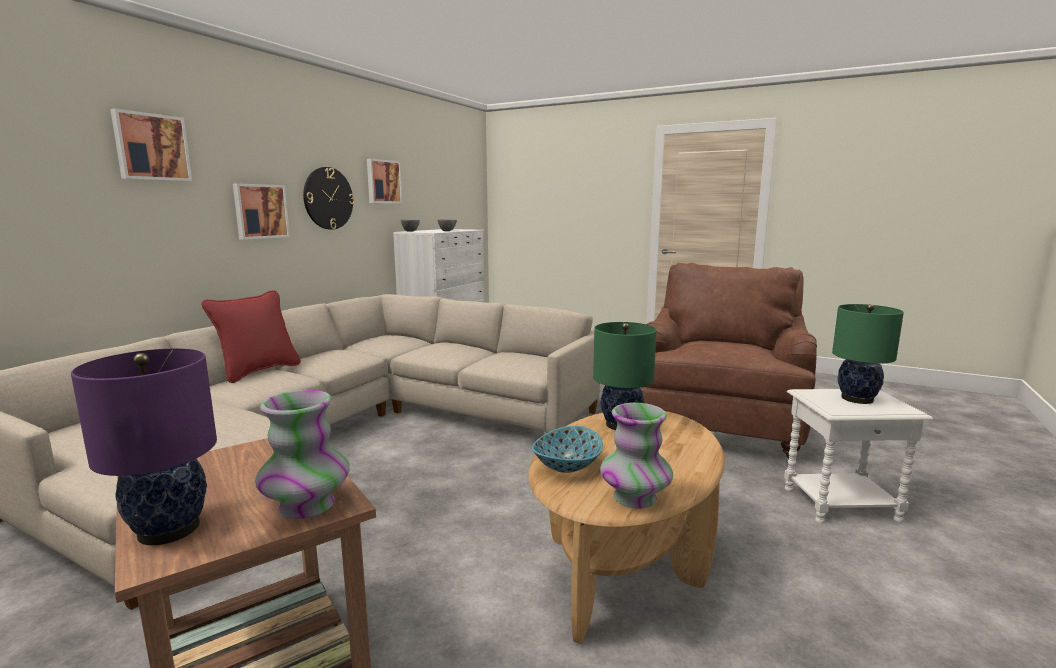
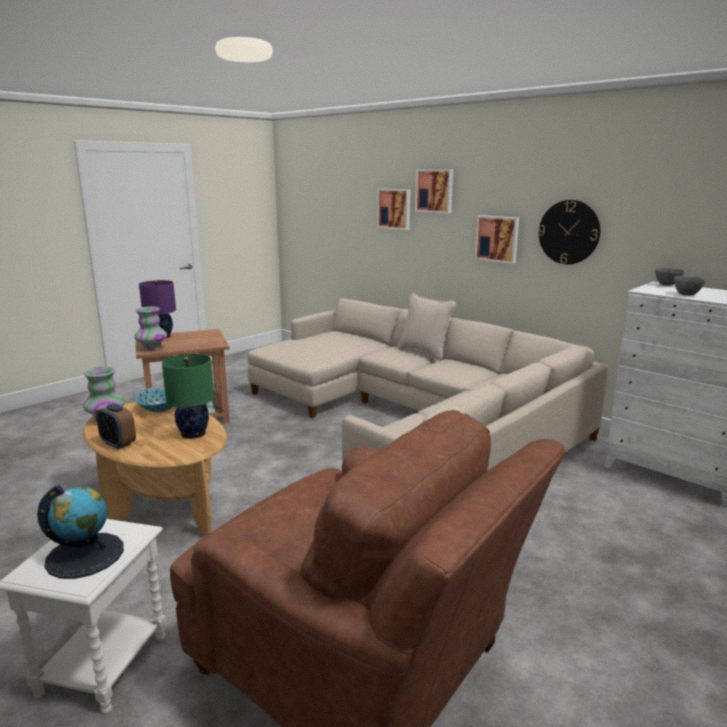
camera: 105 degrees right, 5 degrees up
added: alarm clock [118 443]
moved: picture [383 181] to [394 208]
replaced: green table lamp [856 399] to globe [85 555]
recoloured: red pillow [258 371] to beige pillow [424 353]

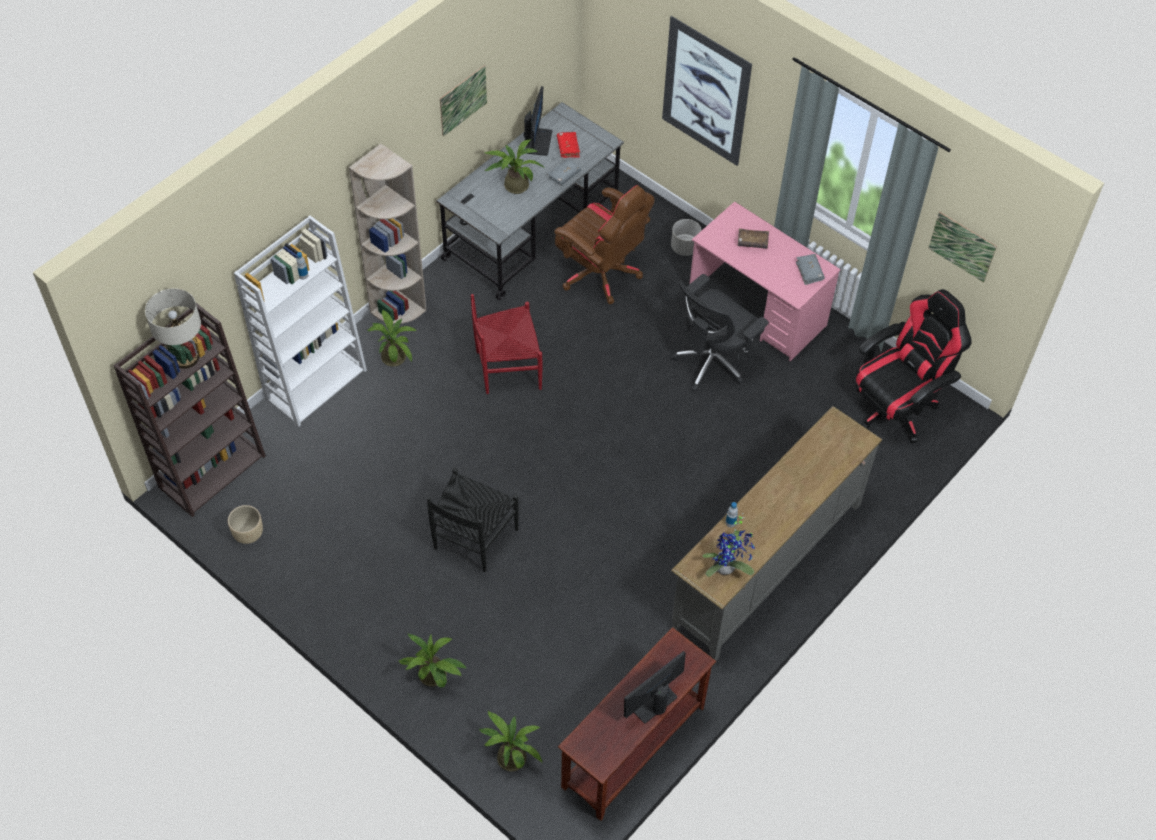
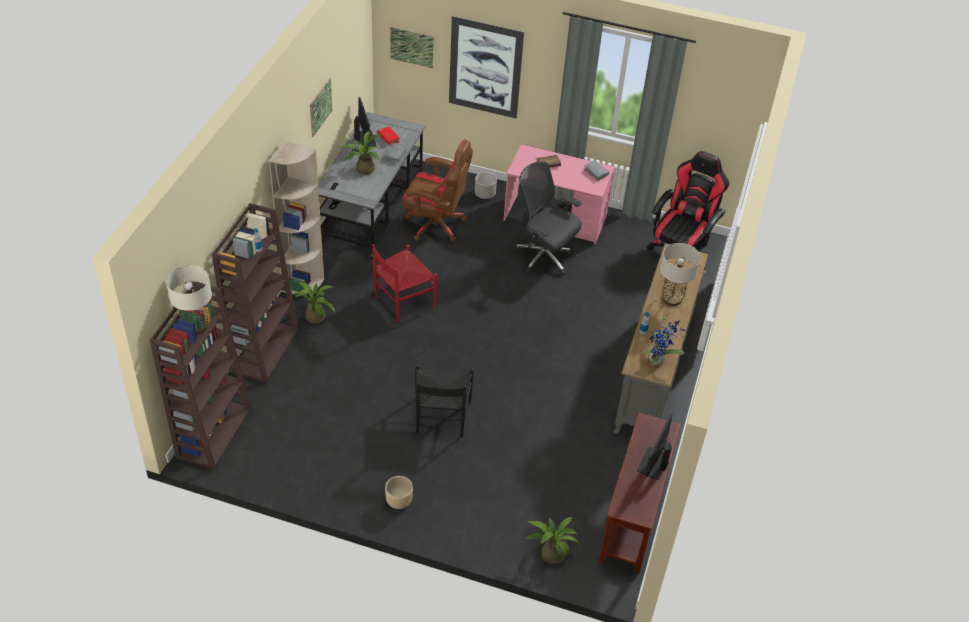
camera: 25 degrees left, 10 degrees down
removed: potted plant [435 677]
added: table lamp [671 299]
moved: beige planter [248 533] to [399 501]; picture [962 246] to [411 47]
recoloured: white bookcase [316 383] to brown bookcase [264 350]
turned: office chair [712 361] = [544 258] 105 degrees clockwise

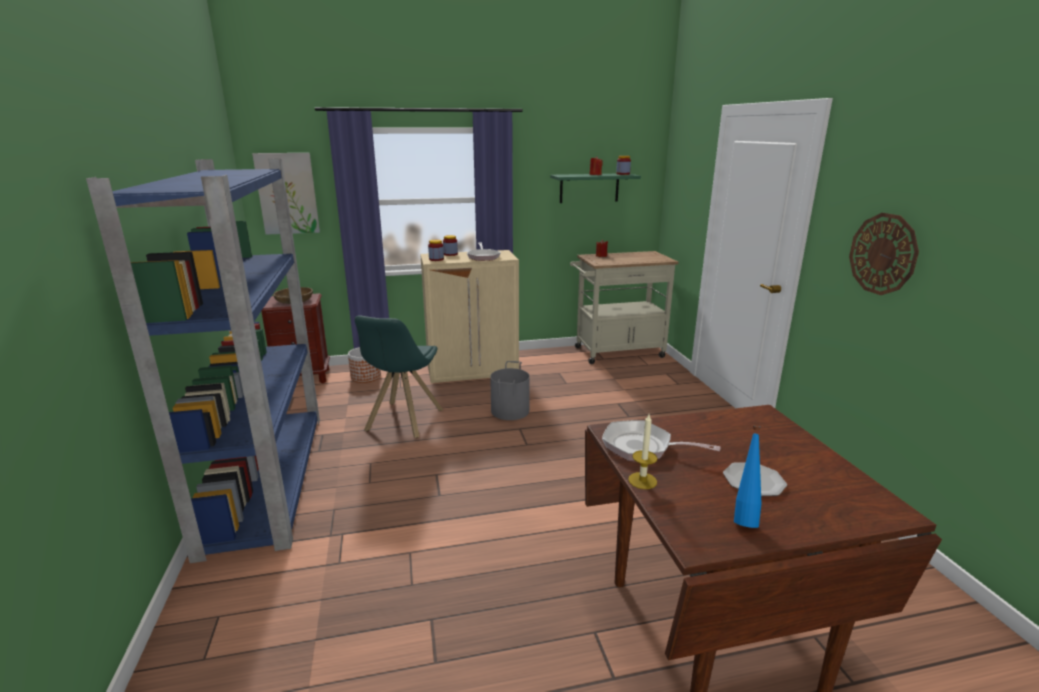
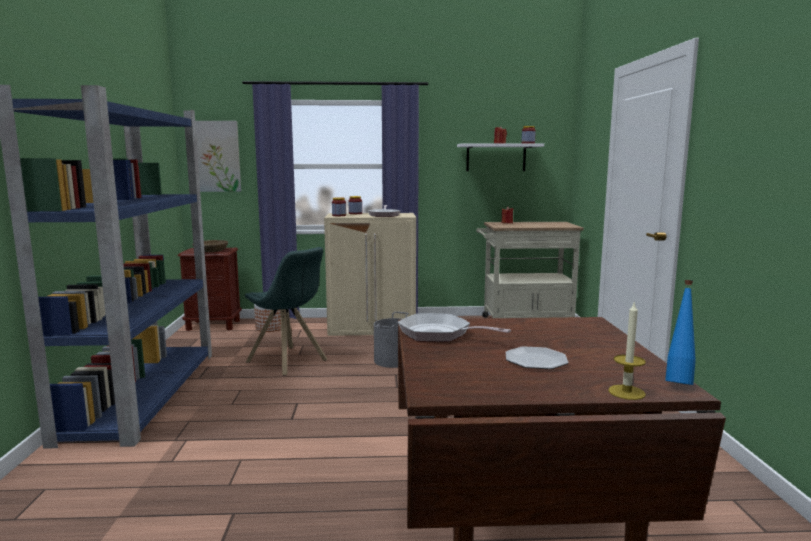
camera: 10 degrees right, 10 degrees down
removed: wall clock [883 254]
moved: candle [642 480] to [626 392]; blue bottle [744 518] to [678 381]
recoloured: green shelf [589 188] to white shelf [496 157]
turned: turquoise chair [403 420] = [287 361] 75 degrees counterclockwise

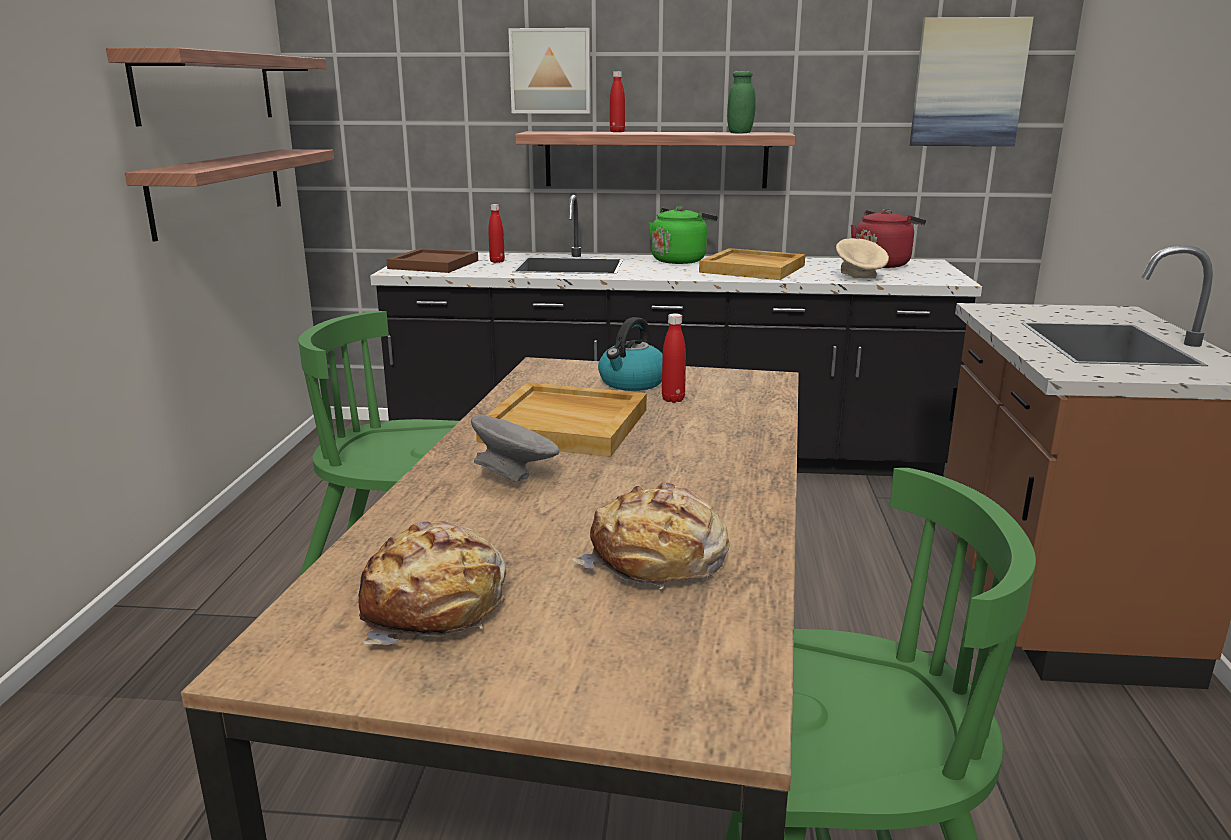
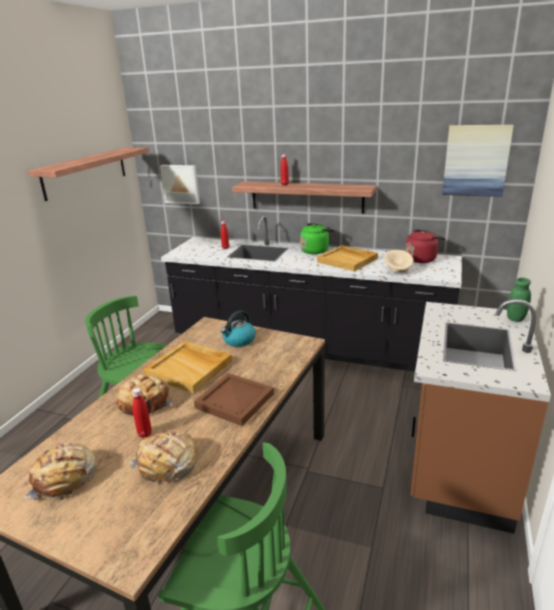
camera: 15 degrees right, 5 degrees up
removed: shelf [219 190]
moved: brown tray [433 264] to [234 400]; picture [551 71] to [181 184]; red bottle [673 399] to [145 434]; green jar [740 133] to [516 318]
replaced: grey bowl [515 477] to bread [145 402]

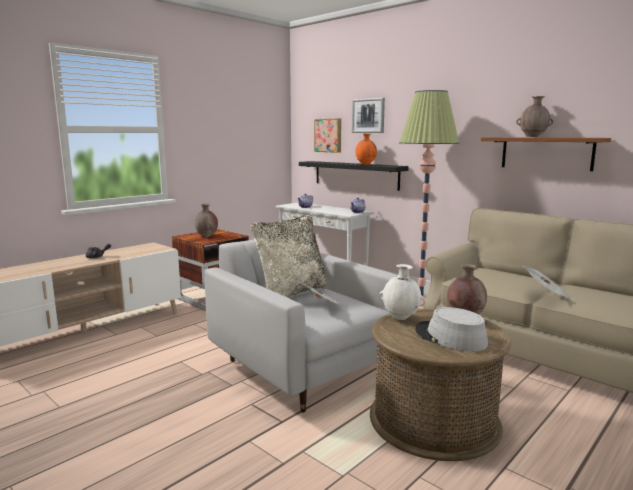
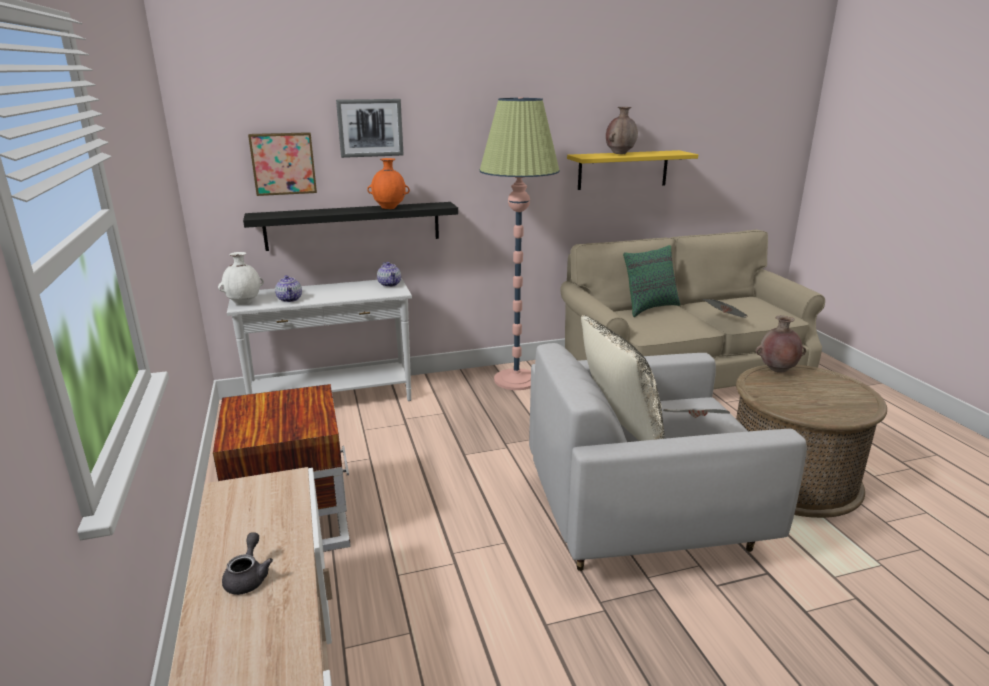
camera: 60 degrees left, 10 degrees up
removed: brown vase [207 236]; grey hat [450 337]
added: green pillow [650 308]
moved: white vase [401 317] to [244 303]
recoloured: brown shelf [546 153] to yellow shelf [623 170]

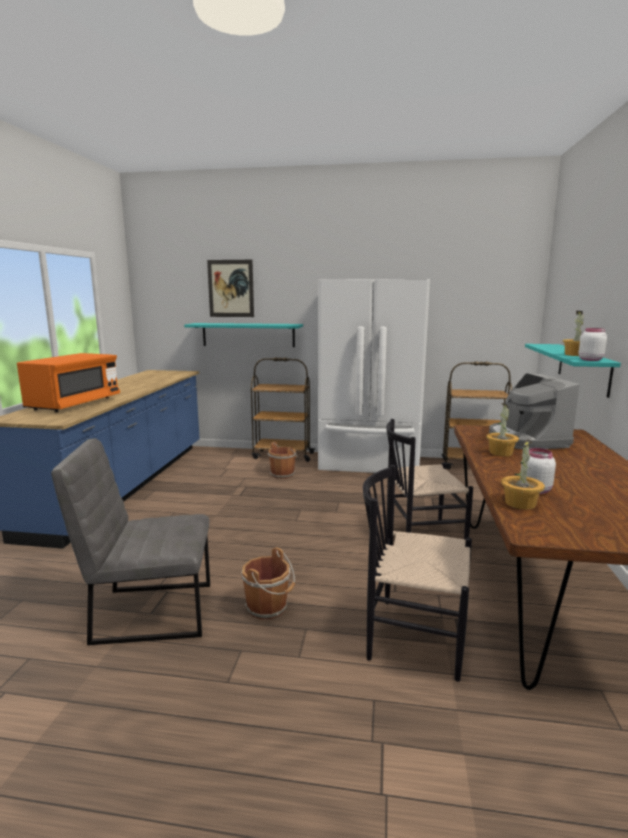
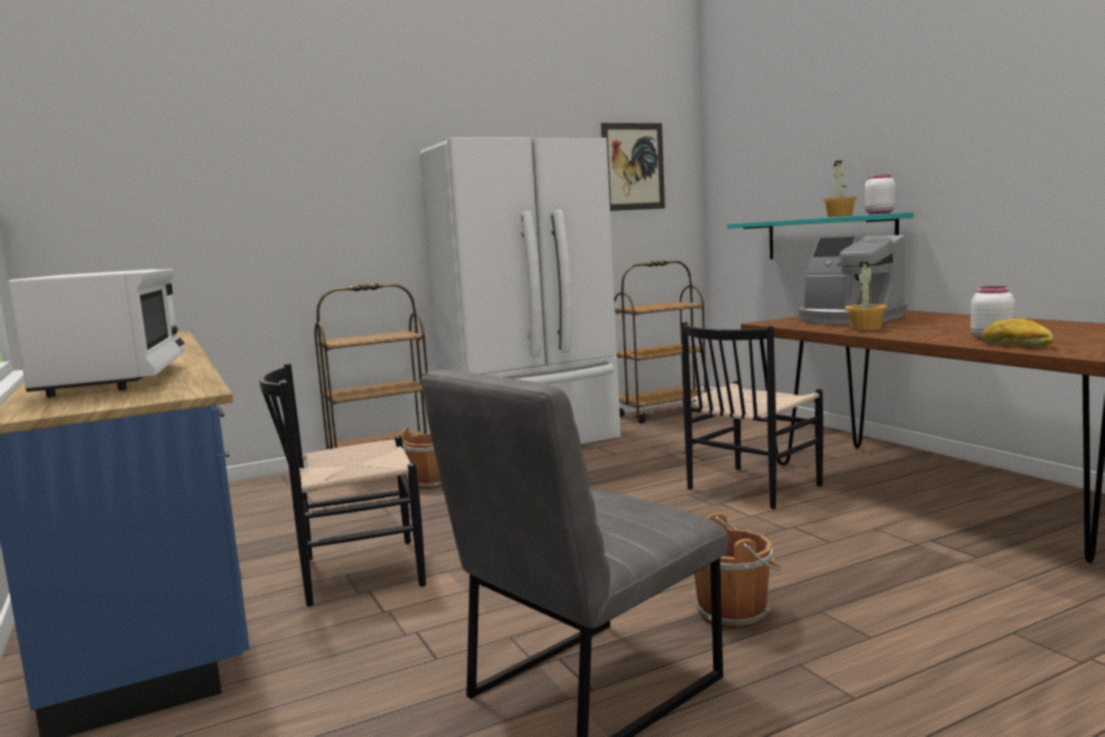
camera: 35 degrees left, 5 degrees down
removed: turquoise shelf [248 335]
moved: picture [231 288] to [633 166]; black chair [412 636] to [355 573]
replaced: potted plant [520 503] to bread [1016 345]
recoloured: orange microwave [74 404] to white microwave [116 380]

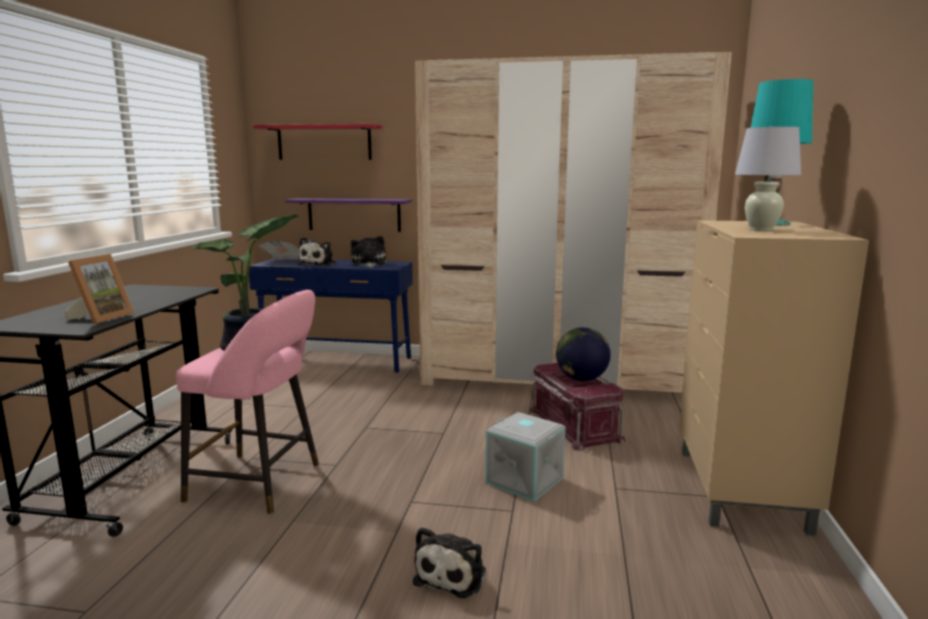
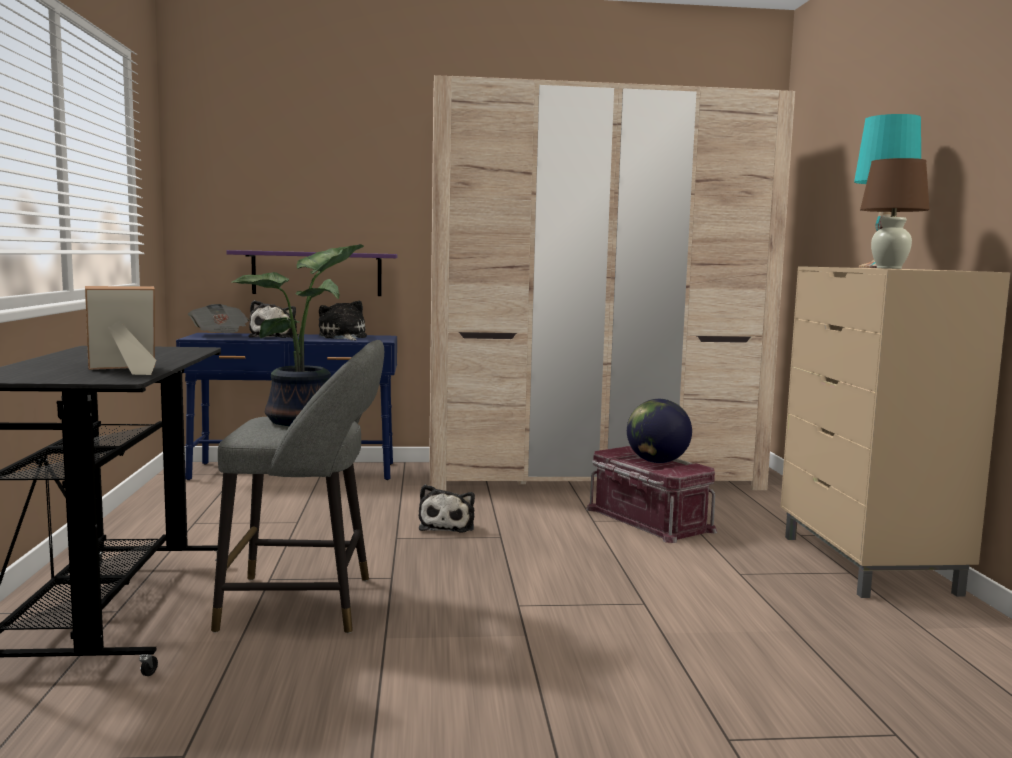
camera: 15 degrees left, 5 degrees down
removed: red shelf [324 143]; grey storage box [525 480]
moved: plush toy [453 574] to [448 525]
recoloured: pink stool [261 483] to grey stool [307 604]; white table lamp [761 229] to brown table lamp [889 268]
turned: picture frame [101 317] = [123 371] 120 degrees counterclockwise

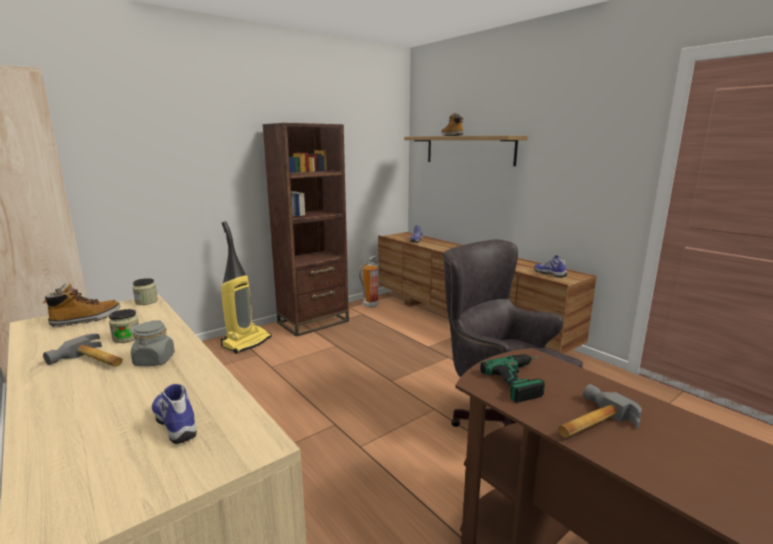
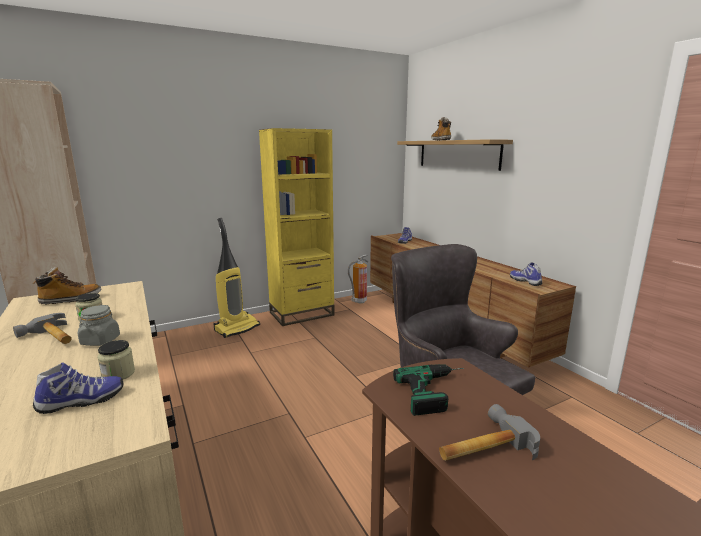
camera: 10 degrees right, 0 degrees up
moved: jar [146 301] to [118 374]
recoloured: brown bookcase [313 322] to yellow bookcase [302 314]
turned: shoe [177 423] = [81 402] 90 degrees clockwise

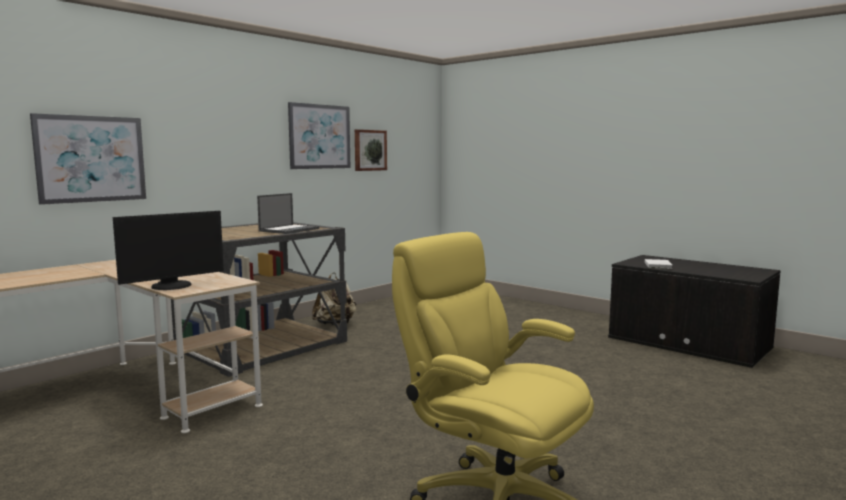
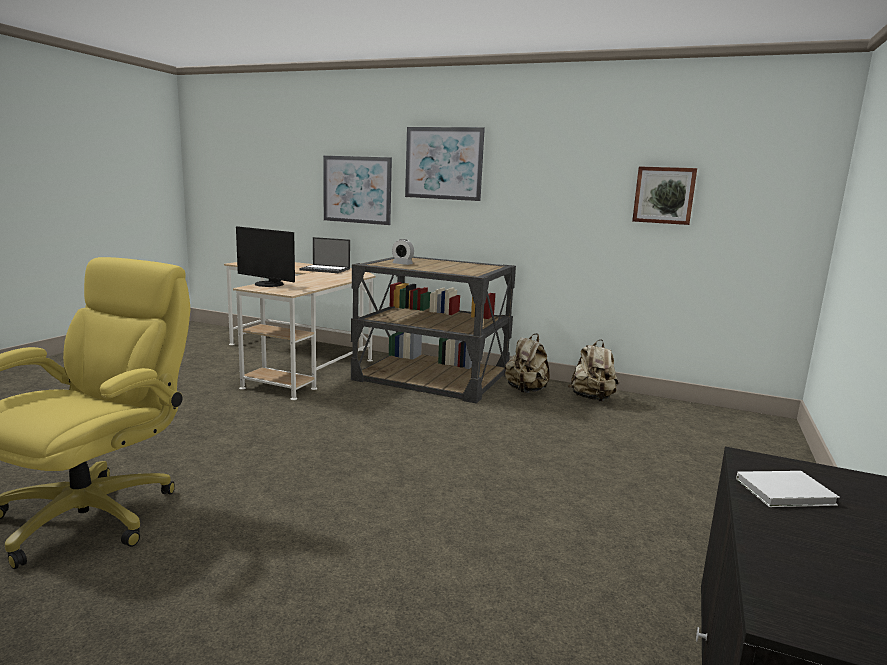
camera: 70 degrees right, 5 degrees up
added: alarm clock [402 264]; beige backpack [592 399]
moved: laptop [289 230] to [326 269]; picture [319 136] to [444 163]

